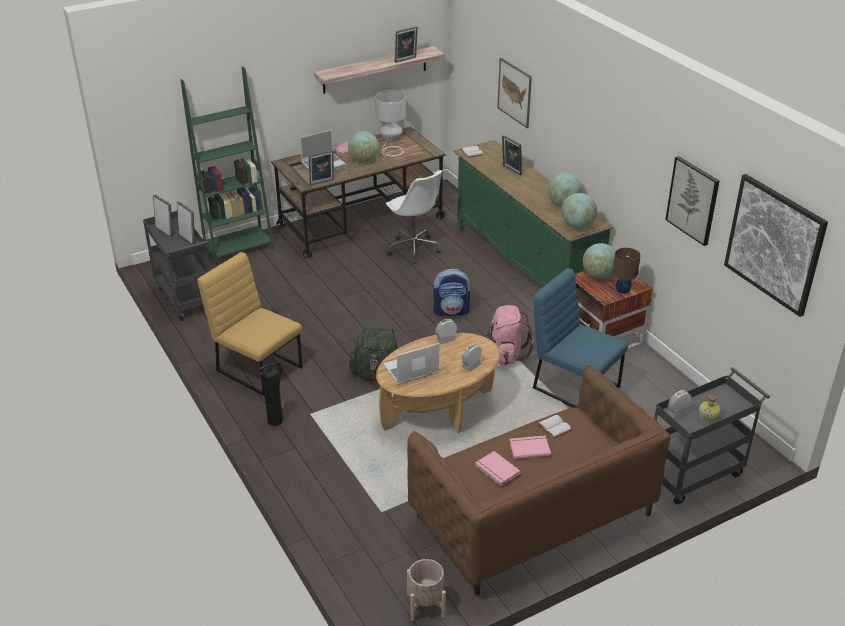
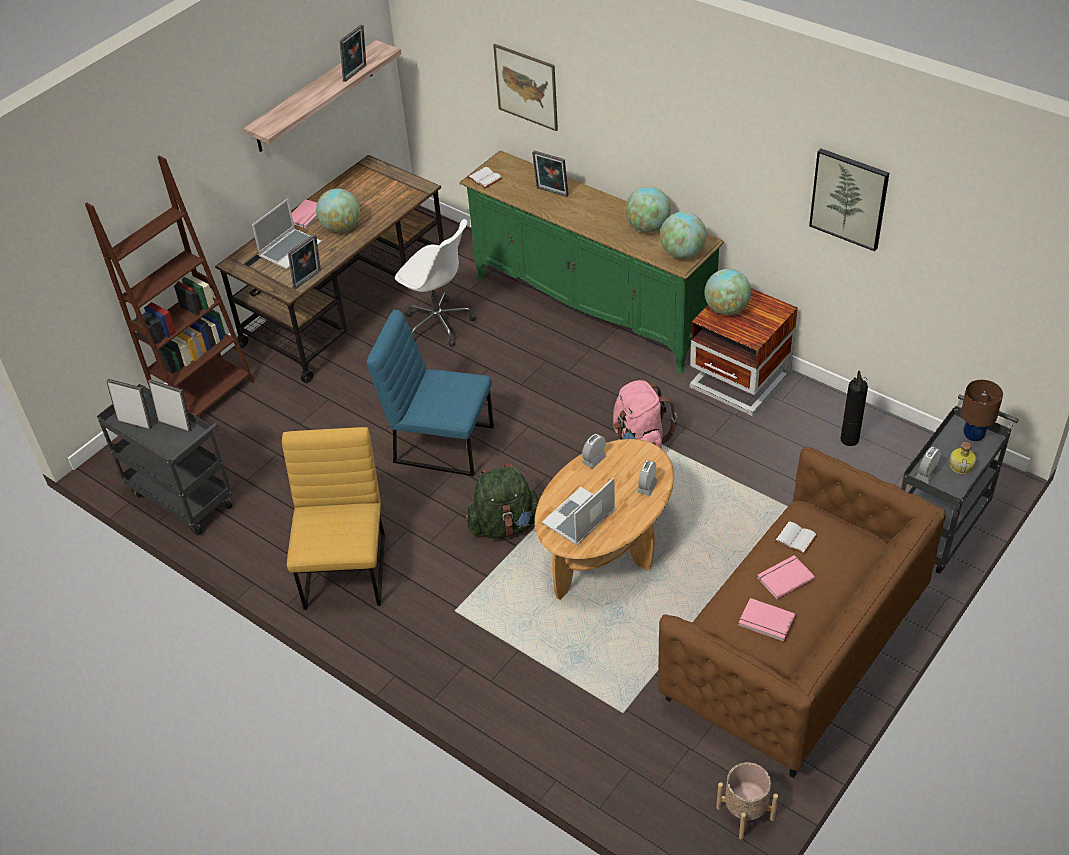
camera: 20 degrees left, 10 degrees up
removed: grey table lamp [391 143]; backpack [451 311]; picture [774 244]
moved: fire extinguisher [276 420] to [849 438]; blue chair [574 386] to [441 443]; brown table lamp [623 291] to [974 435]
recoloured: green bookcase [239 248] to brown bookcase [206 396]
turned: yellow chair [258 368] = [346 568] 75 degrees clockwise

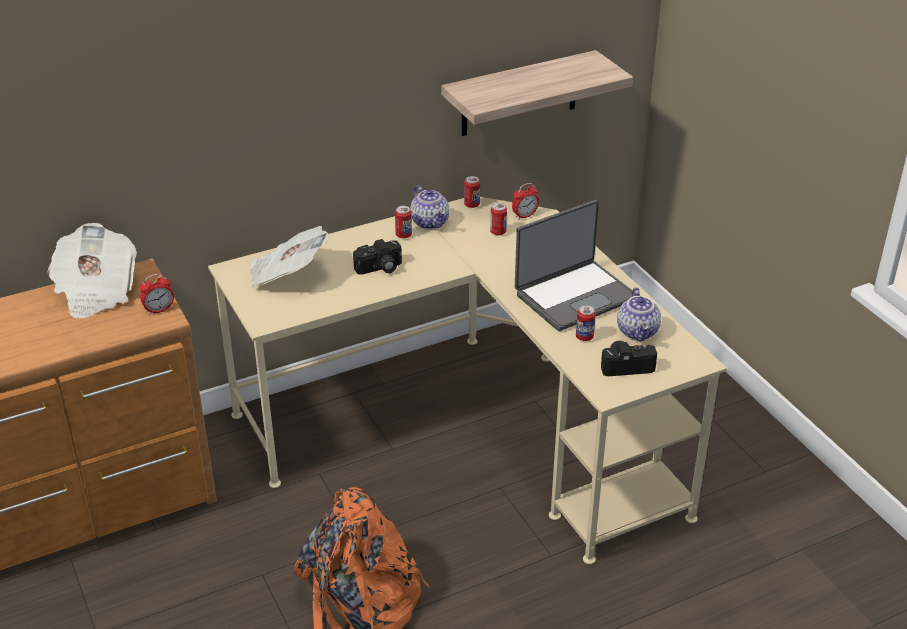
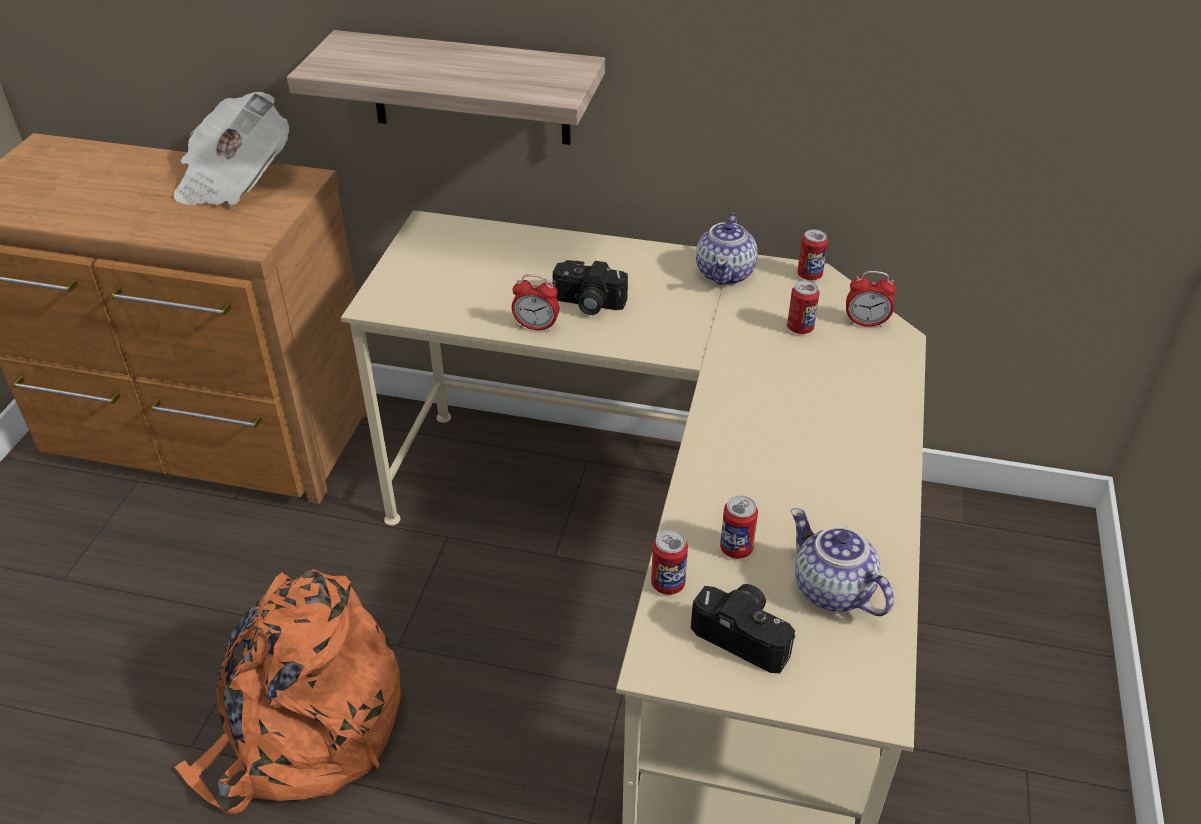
camera: 40 degrees right, 5 degrees up
removed: newspaper [287 275]; laptop [574 296]
moved: alarm clock [159 310] to [536 327]; can [403 235] to [668 584]; shelf [519 94] to [470 88]
turned: teapot [638 332] = [830 590] 105 degrees clockwise

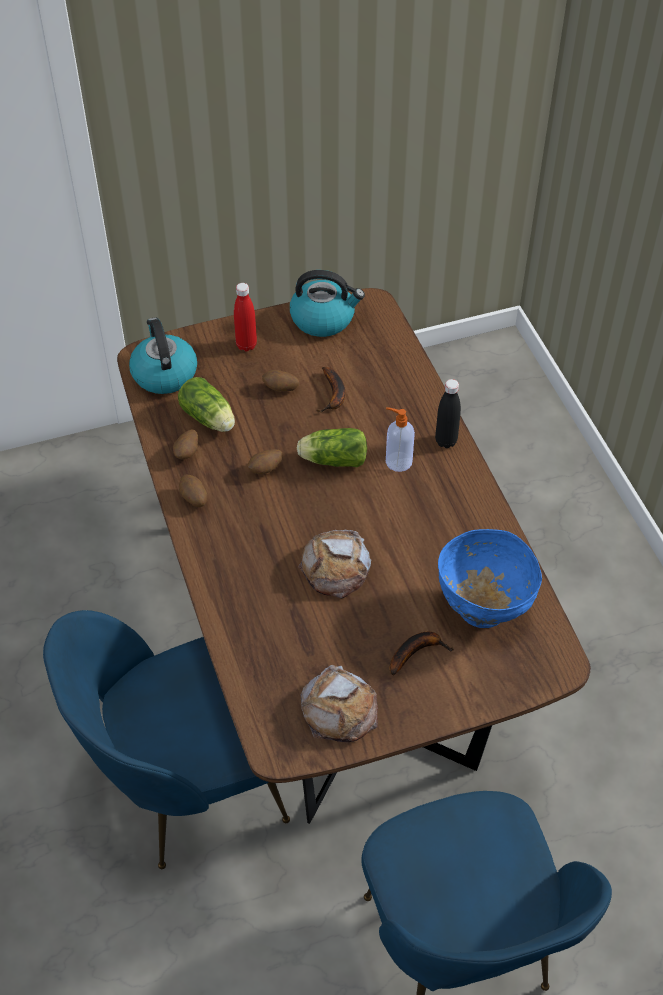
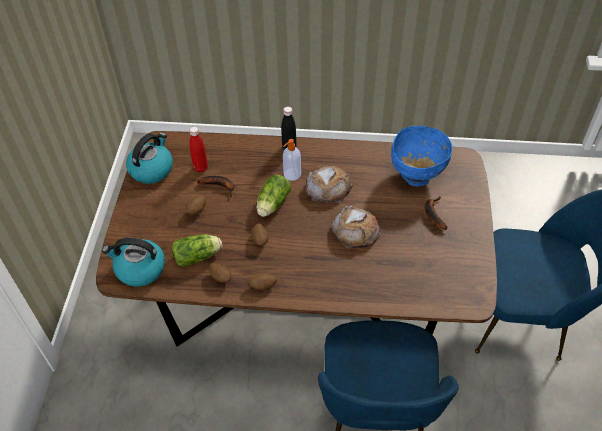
camera: 65 degrees left, 0 degrees up
moved: red bottle [246 345] to [201 168]; bread [339 709] to [329 187]

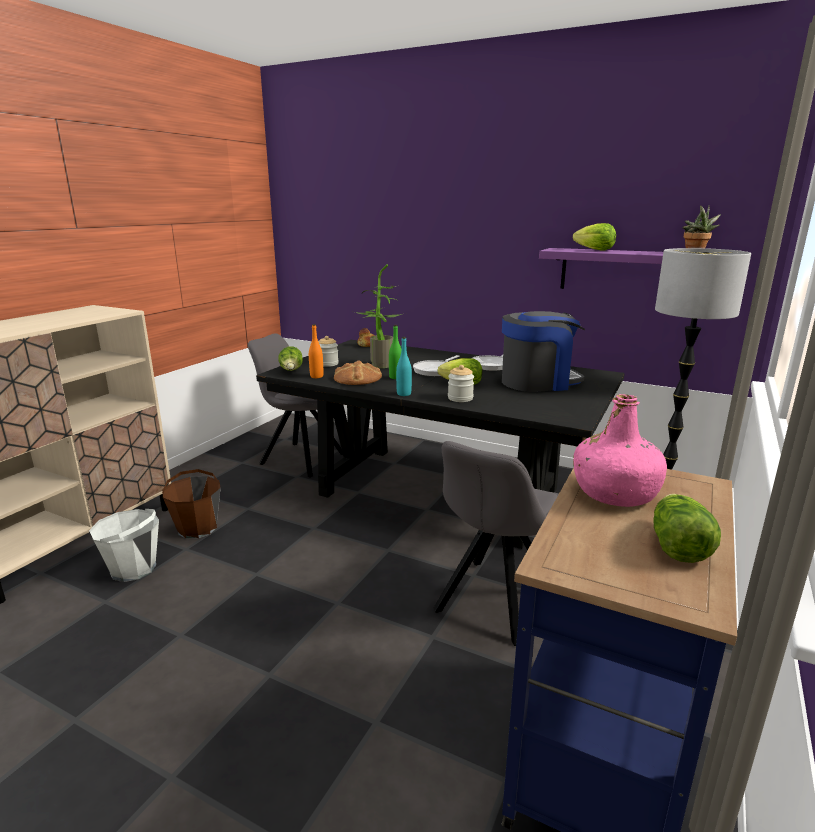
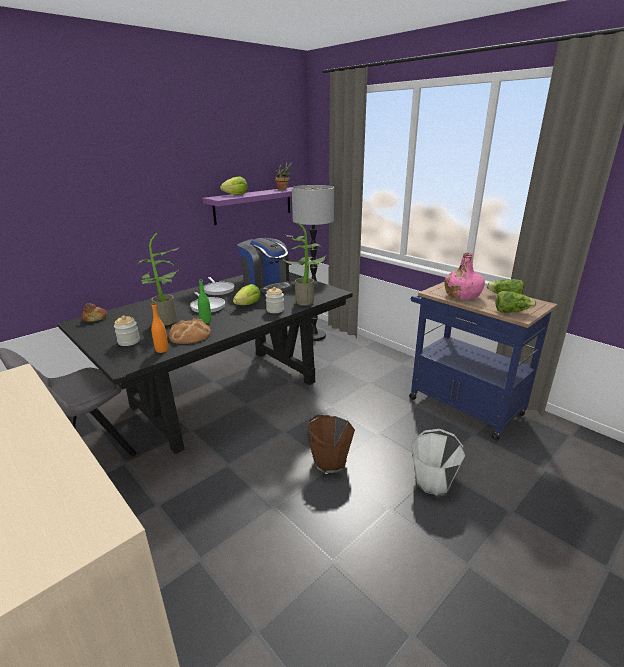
camera: 70 degrees left, 5 degrees up
removed: turquoise bottle [404 394]; grey chair [494 601]
added: potted plant [306 301]
moved: white bucket [133 569] to [433 481]; brown bucket [197 528] to [329 461]; lettuce [291 371] to [511 312]
turned: coffee machine [538 382] = [267 286] 135 degrees clockwise

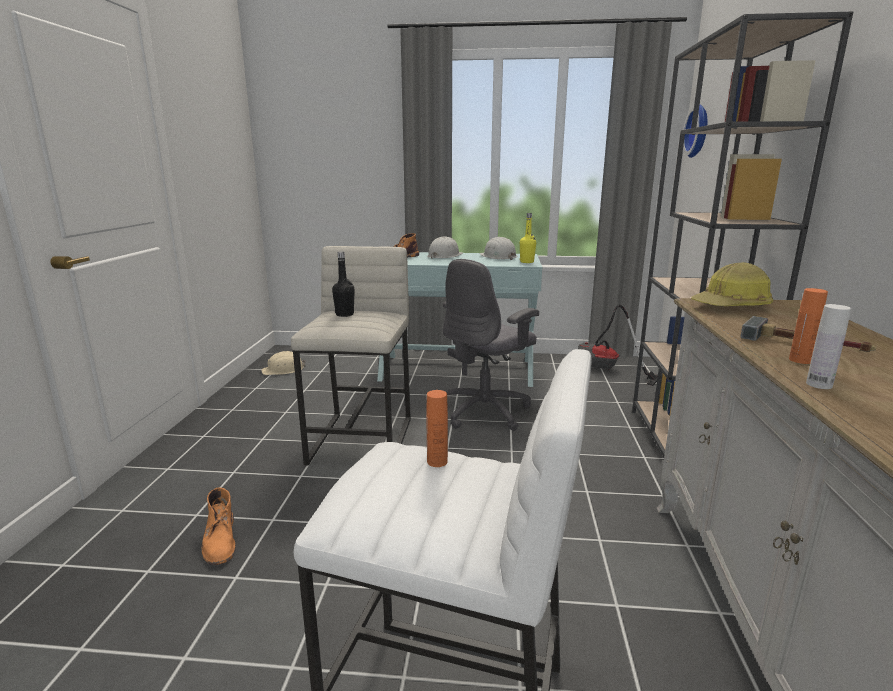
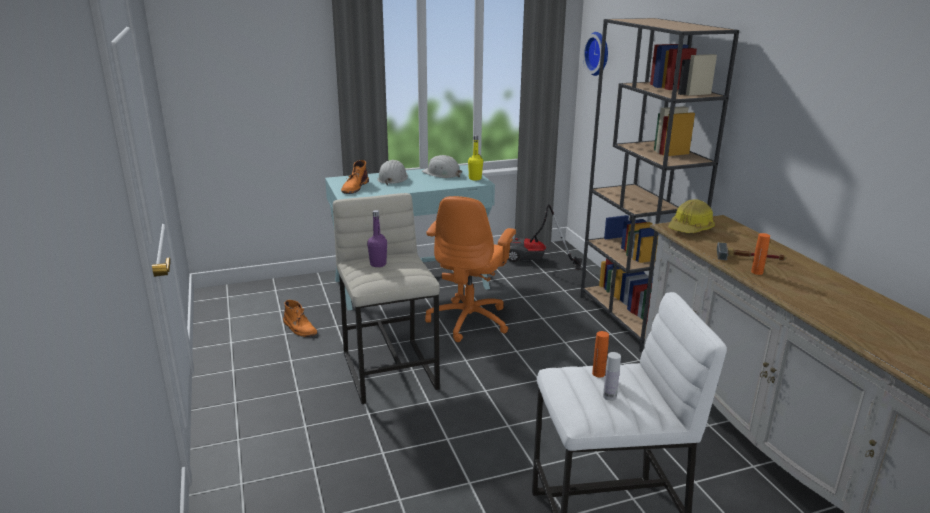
camera: 25 degrees left, 5 degrees up
removed: beige hard hat [283 370]
moved: orange boot [220 540] to [300 328]; white bottle [819 384] to [609 396]
recoloured: black bottle [344 314] to purple bottle [378 264]; grey office chair [485 411] to orange office chair [469 320]

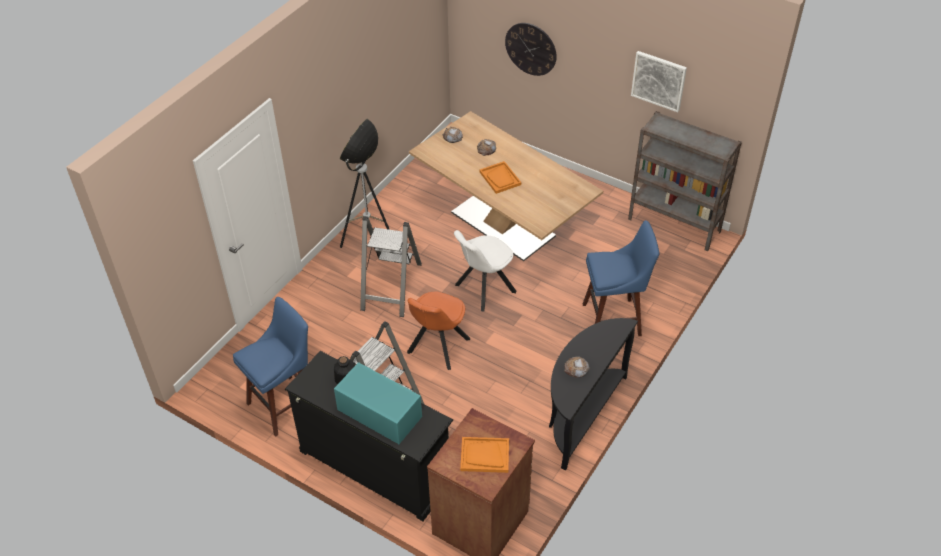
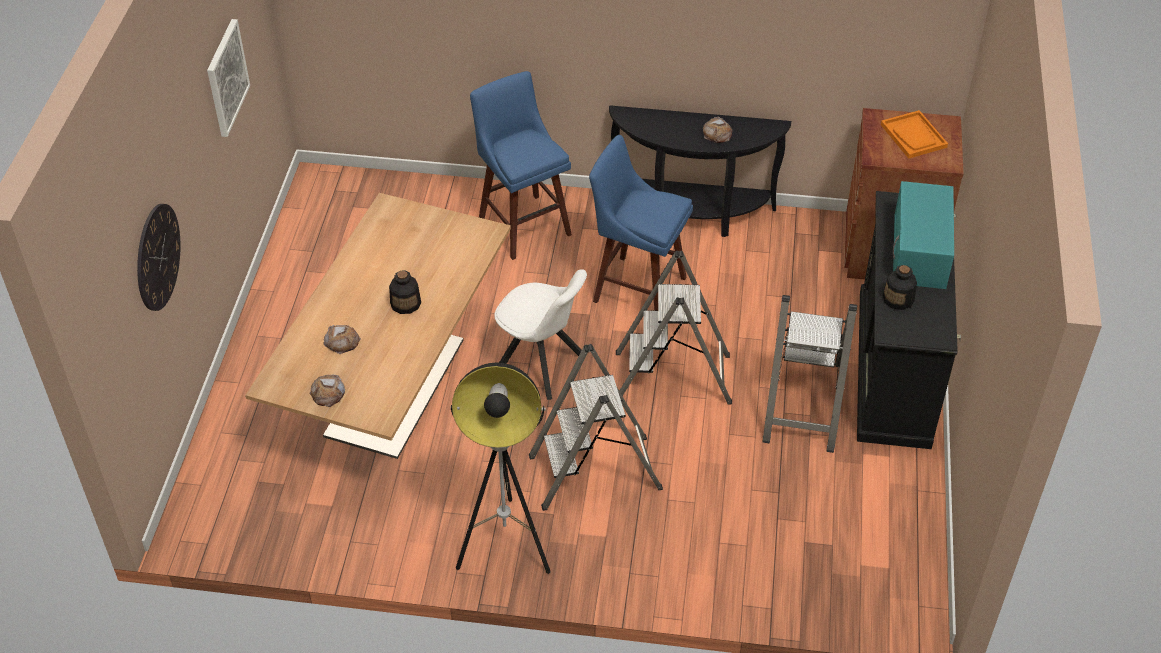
camera: 115 degrees left, 0 degrees up
removed: grey bookcase [674 225]
moved: blue stool [285 405] to [637 289]
replaced: orange chair [437 347] to grey step ladder [674 377]; orange tray [500 178] to bottle [406 303]

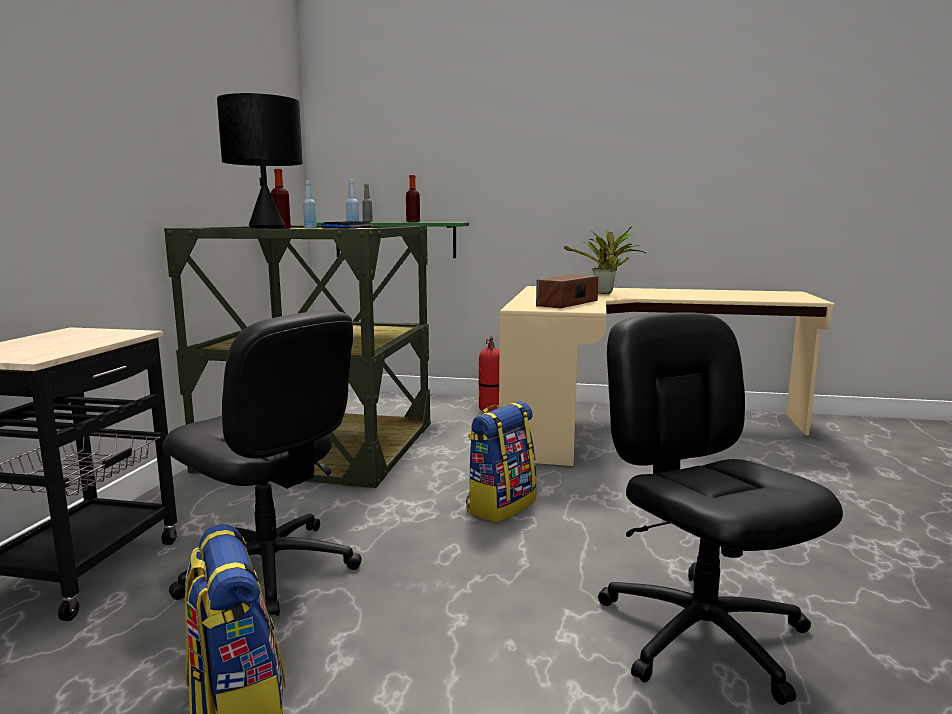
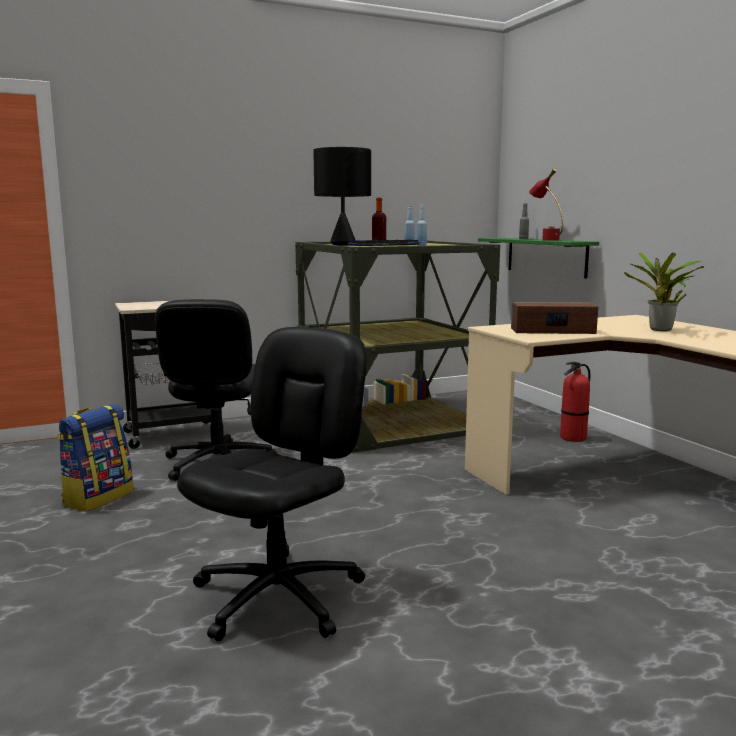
camera: 55 degrees right, 0 degrees up
removed: backpack [500 505]
replaced: bottle [413 222] to red table lamp [545 240]

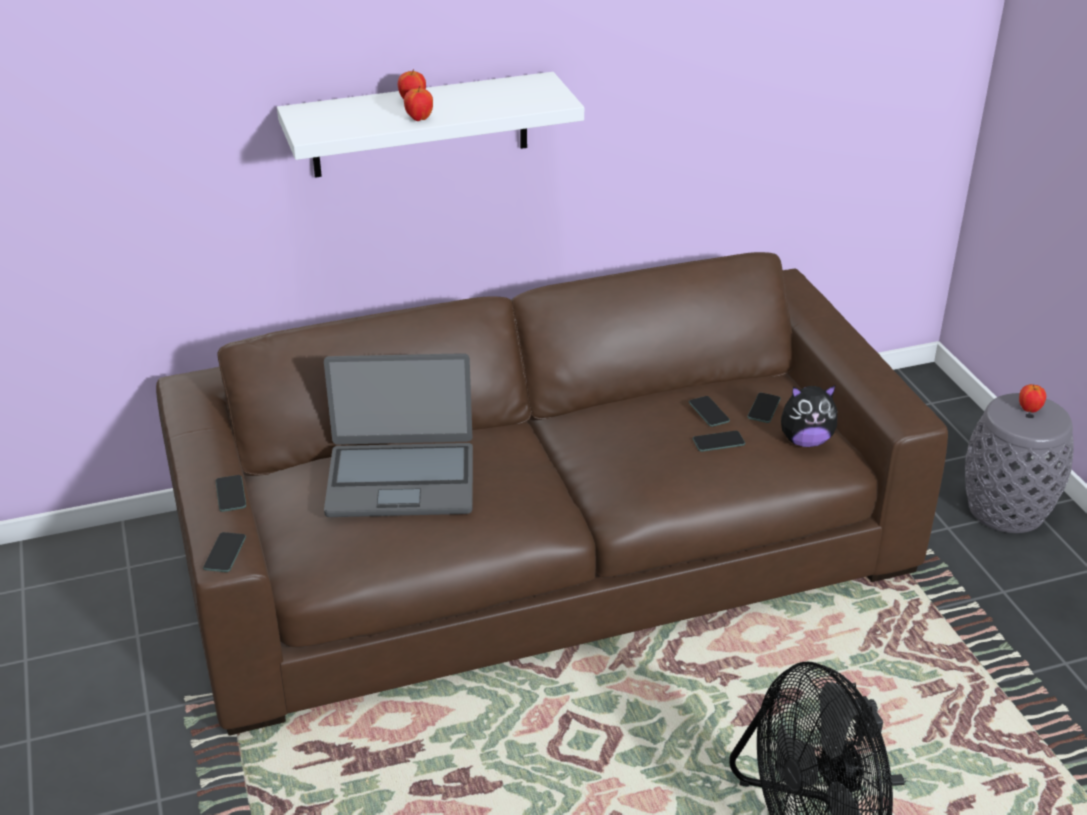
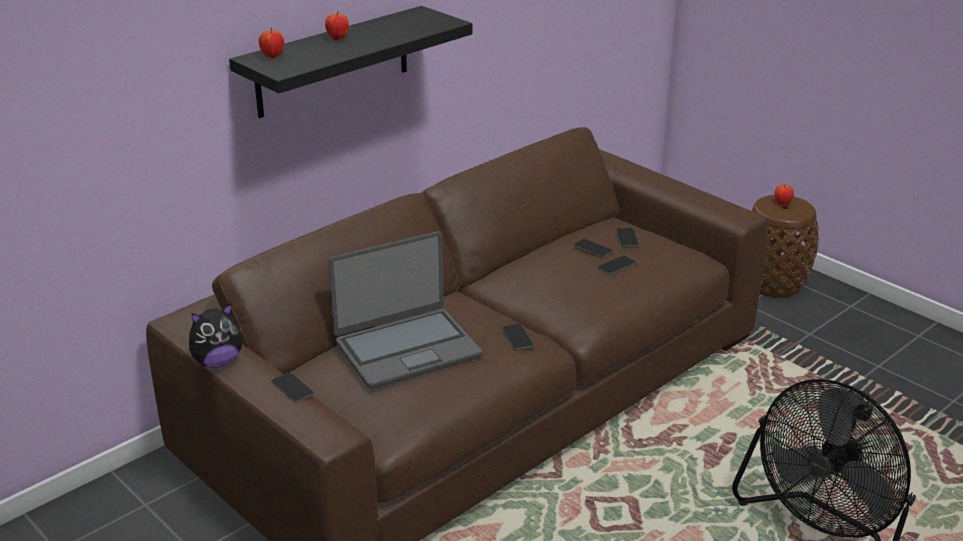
camera: 25 degrees left, 5 degrees down
moved: phone [225 553] to [517 337]; apple [419 119] to [272 56]; plush toy [805 441] to [217 362]
recoloured: white shelf [420 125] to black shelf [333 62]; grey stool [1006 510] to brown stool [773 284]

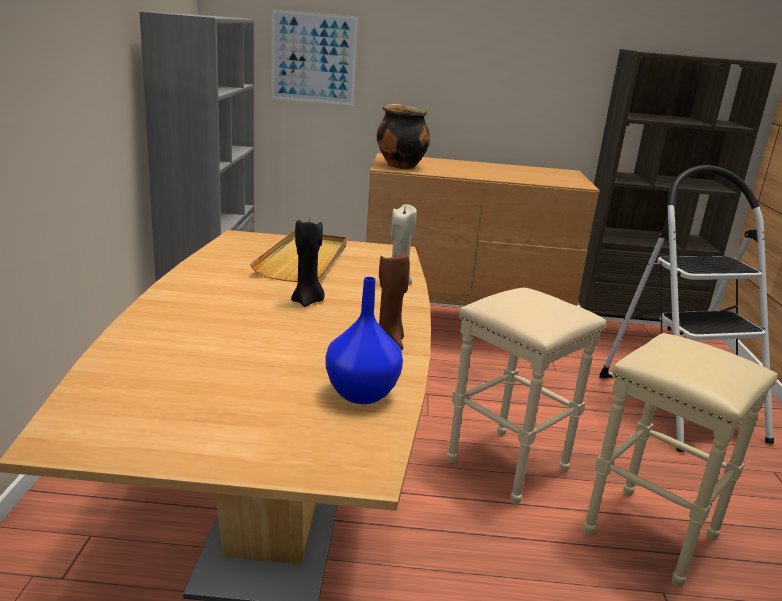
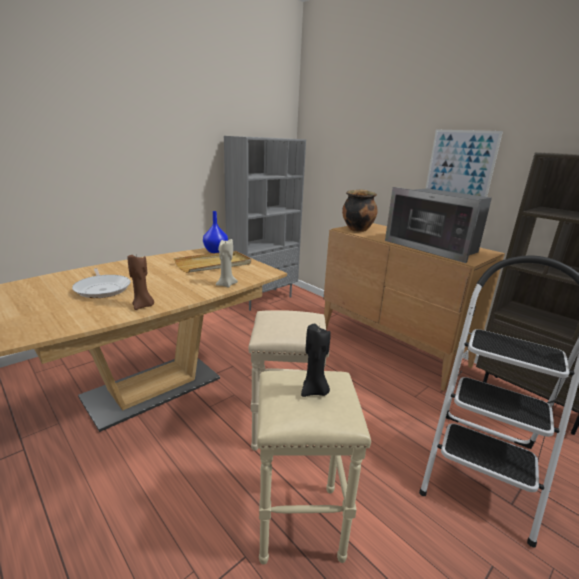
camera: 45 degrees right, 0 degrees up
added: frying pan [103 289]; microwave [434 247]
moved: picture [313 58] to [460 165]; black candle [308 302] to [314 391]; blue vase [360 394] to [215 251]

